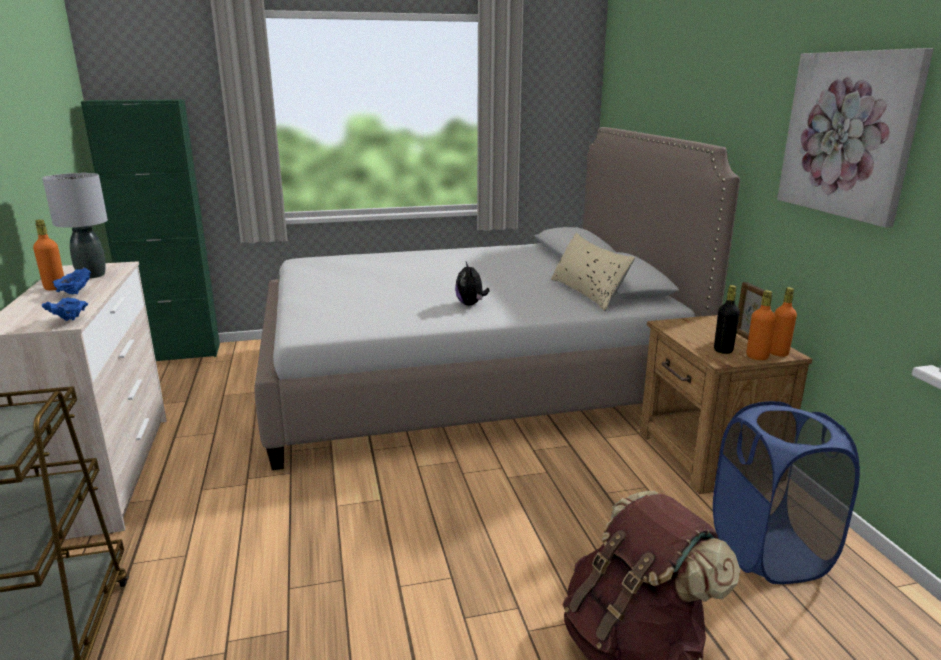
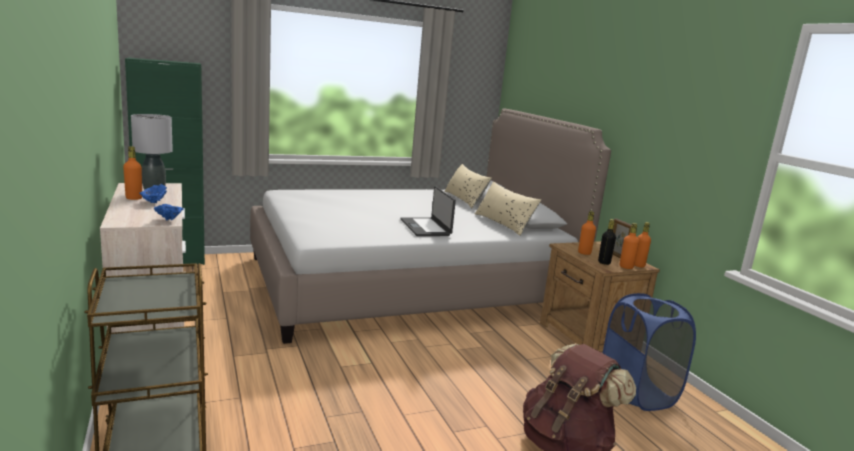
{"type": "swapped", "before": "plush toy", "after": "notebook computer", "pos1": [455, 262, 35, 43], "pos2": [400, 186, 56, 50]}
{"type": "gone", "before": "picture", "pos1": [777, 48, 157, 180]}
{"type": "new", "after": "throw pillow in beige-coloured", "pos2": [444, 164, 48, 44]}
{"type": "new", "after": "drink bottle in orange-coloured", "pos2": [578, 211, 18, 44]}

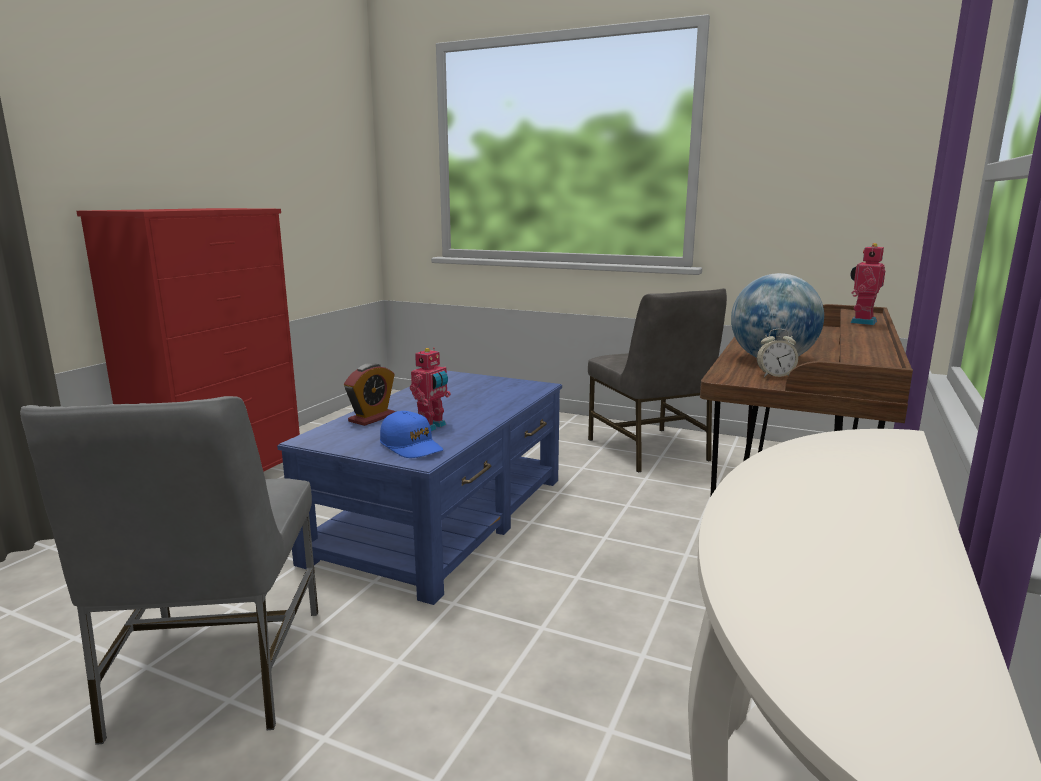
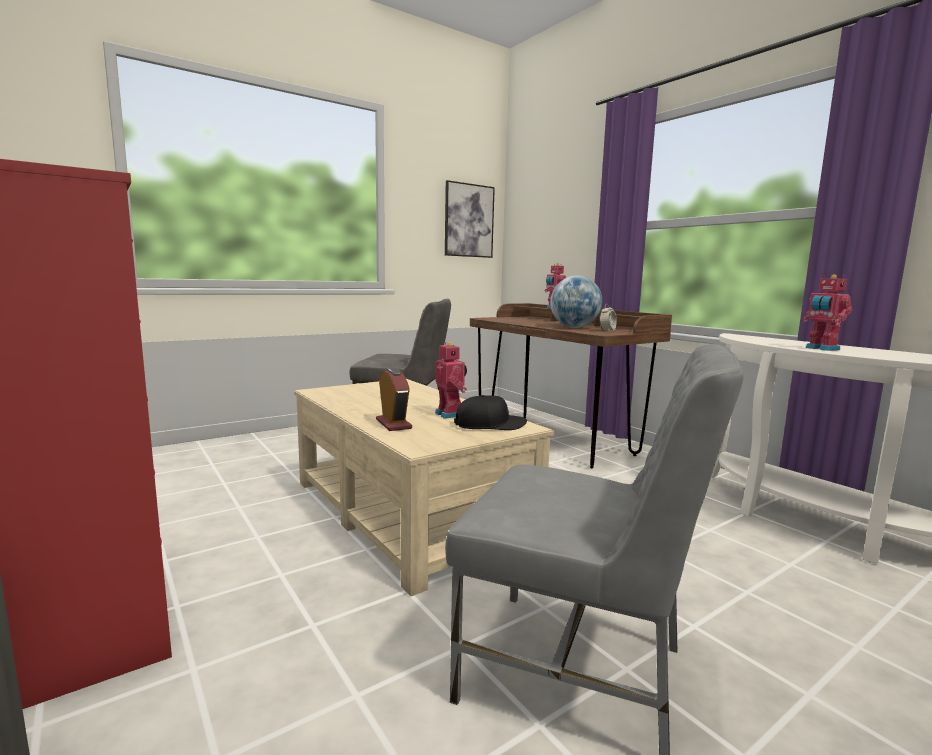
{"type": "repainted", "before": "lounge table in blue", "after": "lounge table in beige-coloured", "pos1": [277, 371, 285, 234], "pos2": [294, 379, 260, 218]}
{"type": "repainted", "before": "cap in blue", "after": "cap in blackish", "pos1": [380, 411, 63, 47], "pos2": [454, 395, 73, 35]}
{"type": "new", "after": "picture", "pos2": [445, 180, 50, 78]}
{"type": "new", "after": "toy robot", "pos2": [803, 274, 49, 77]}

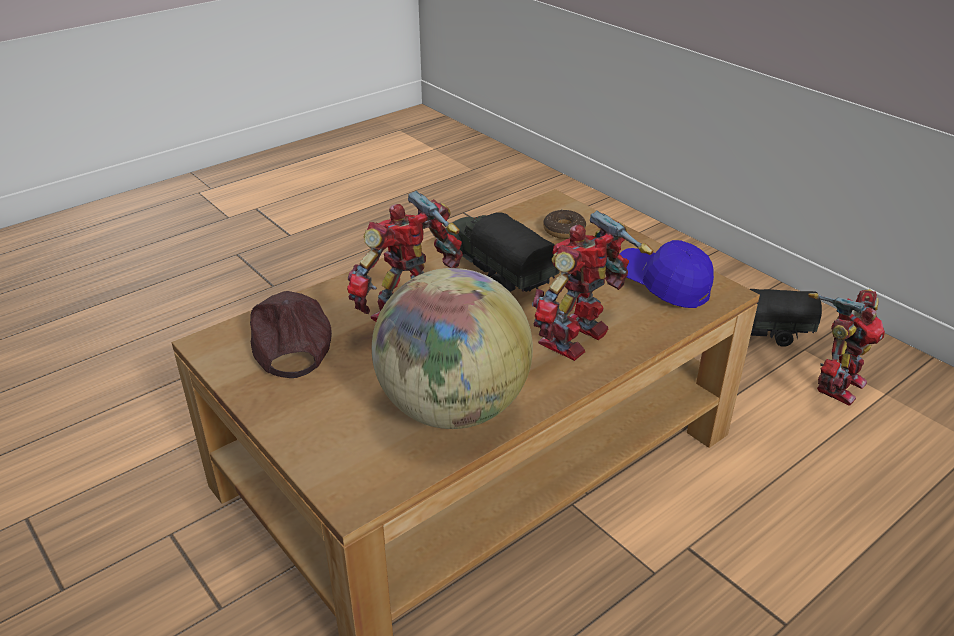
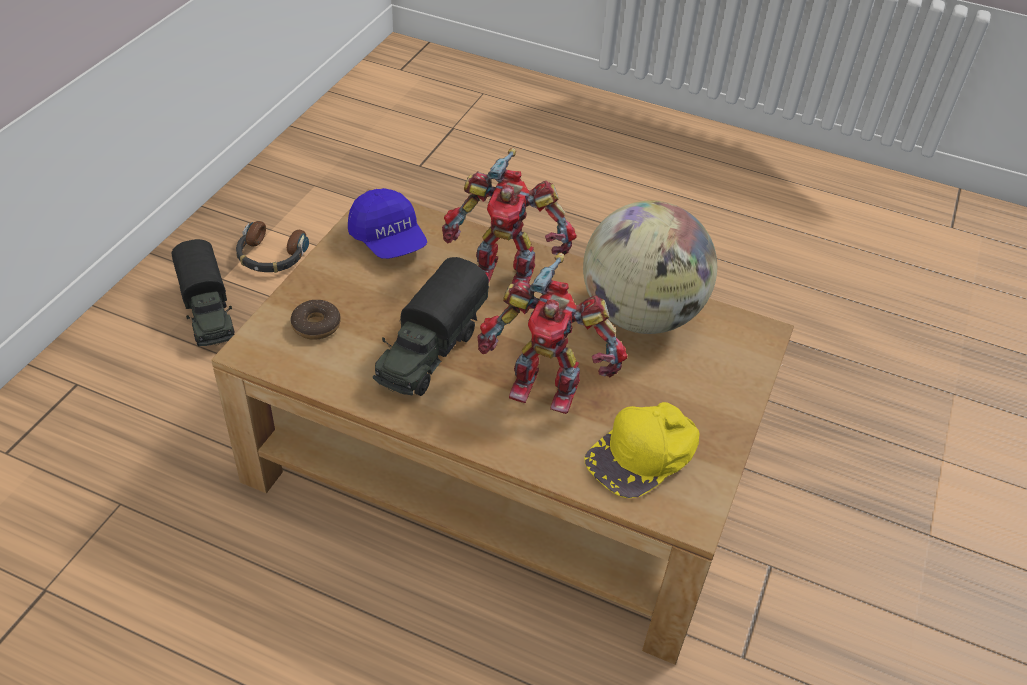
{"type": "repainted", "before": "cap in brown-coloured", "after": "cap in yellow-coloured", "pos1": [250, 291, 82, 87], "pos2": [584, 402, 115, 96]}
{"type": "rotated", "before": "cap in blue", "pos1": [620, 240, 94, 68], "pos2": [348, 188, 79, 71], "turn": -45}
{"type": "swapped", "before": "toy robot", "after": "headset", "pos1": [808, 289, 77, 117], "pos2": [236, 221, 73, 52]}

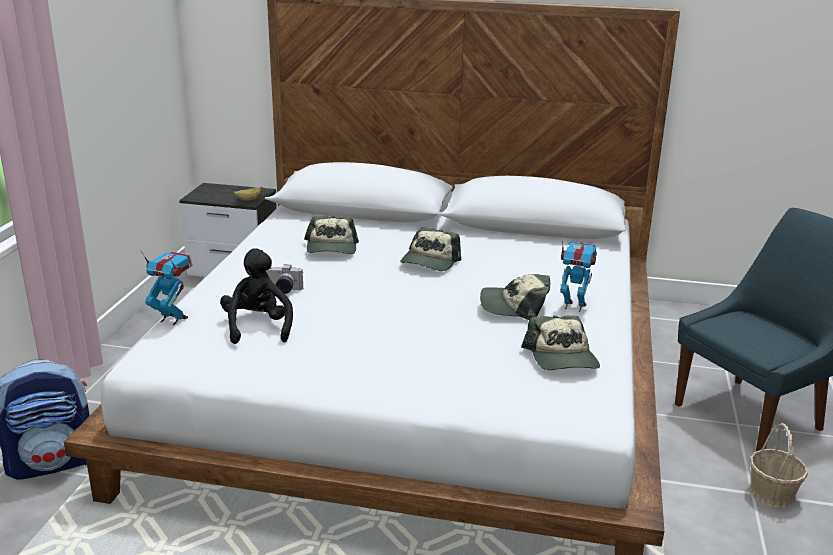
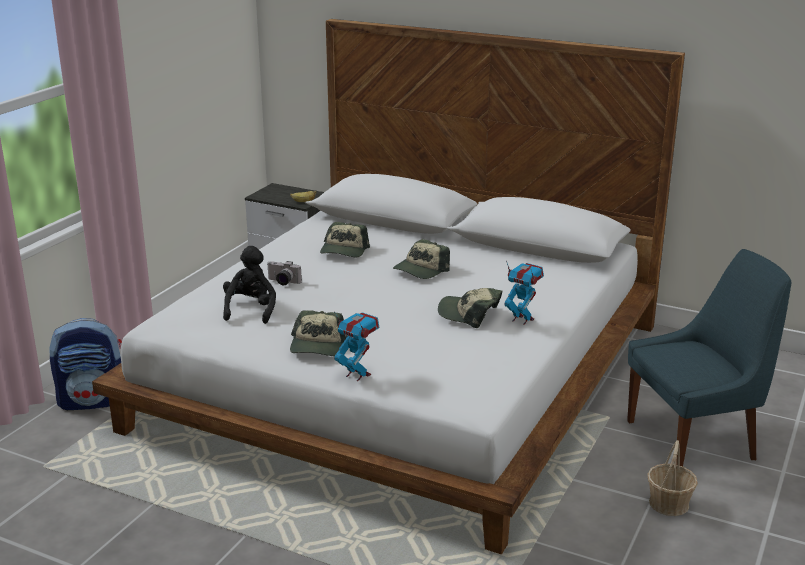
{"type": "shifted", "before": "toy robot", "pos1": [141, 251, 52, 74], "pos2": [334, 311, 45, 70]}
{"type": "shifted", "before": "cap", "pos1": [521, 315, 79, 55], "pos2": [290, 310, 58, 46]}

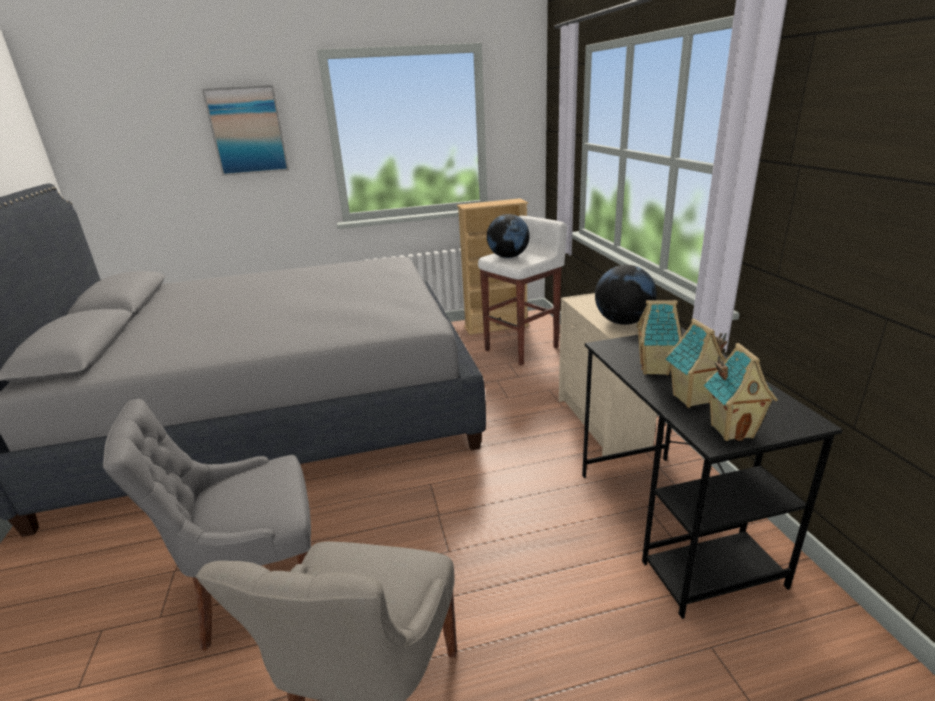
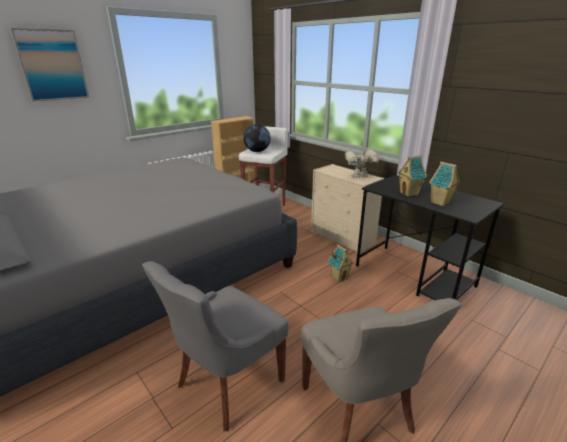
{"type": "swapped", "before": "world globe", "after": "toy robot", "pos1": [595, 265, 62, 60], "pos2": [345, 148, 36, 30]}
{"type": "shifted", "before": "model house", "pos1": [704, 343, 74, 98], "pos2": [328, 244, 26, 38]}

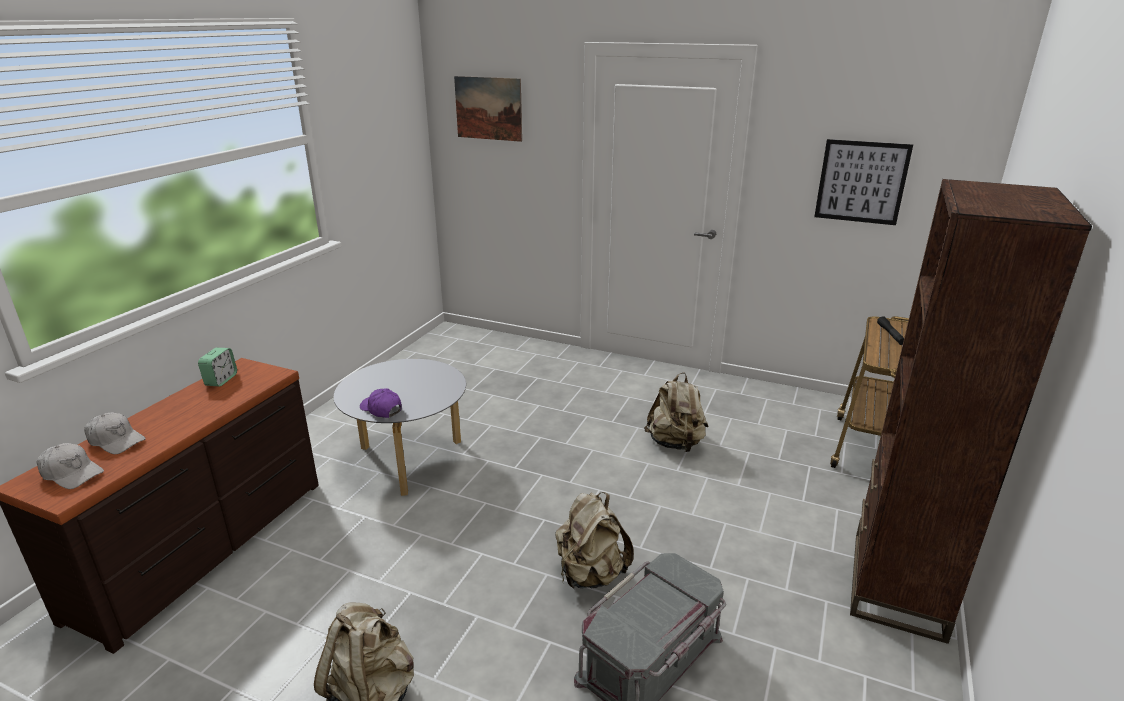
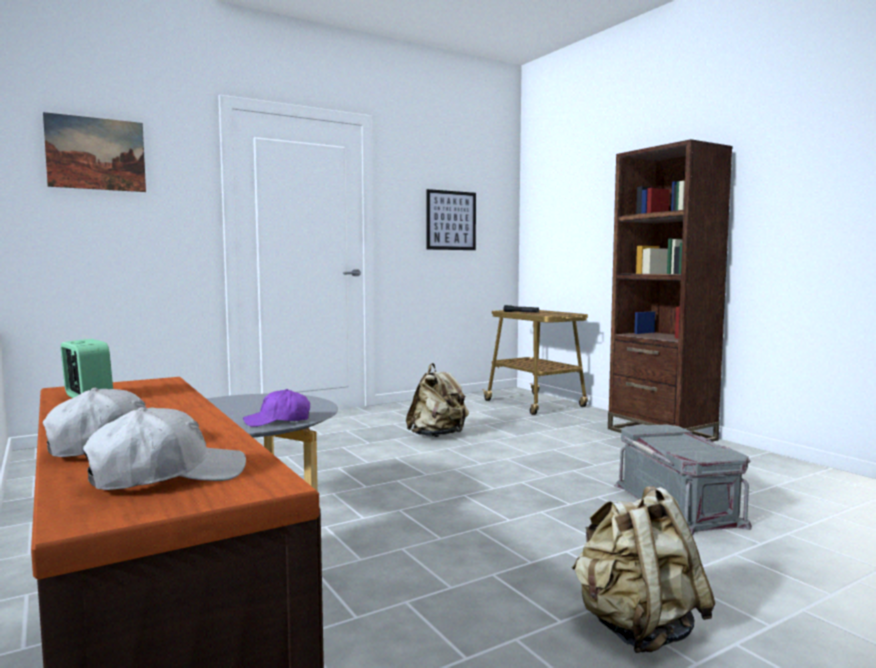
{"type": "gone", "before": "knapsack in beige-coloured", "pos1": [555, 492, 79, 97]}

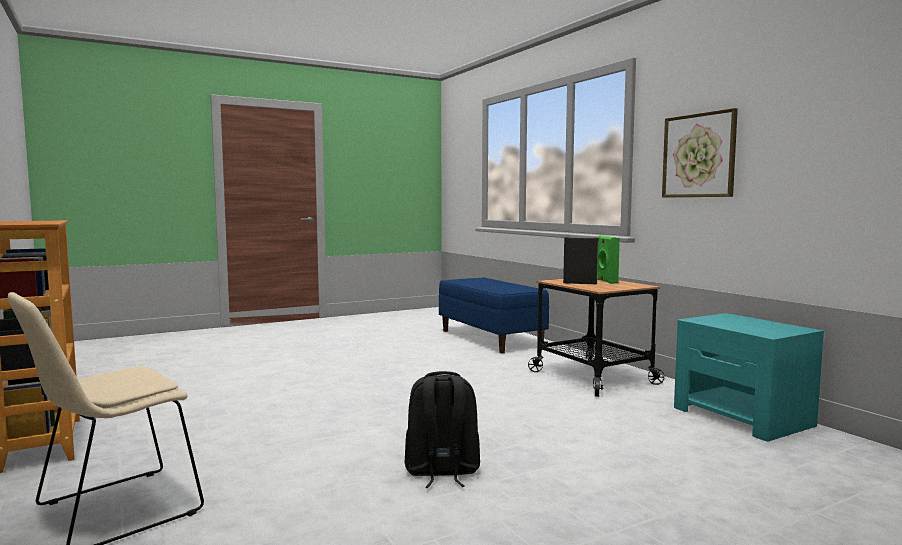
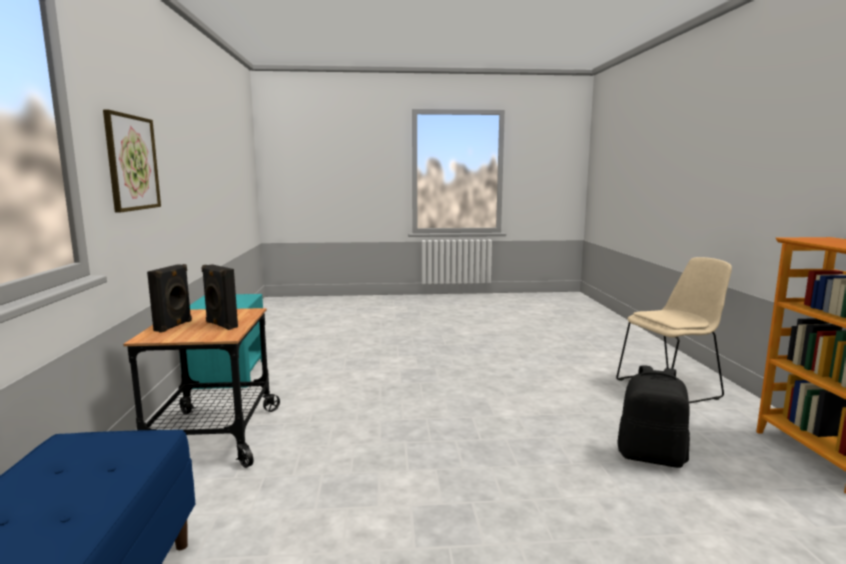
{"type": "shifted", "before": "knapsack in blackish", "pos1": [405, 371, 75, 117], "pos2": [617, 365, 73, 103]}
{"type": "repainted", "before": "speaker in green-coloured", "after": "speaker in blackish", "pos1": [597, 236, 23, 48], "pos2": [147, 264, 45, 69]}

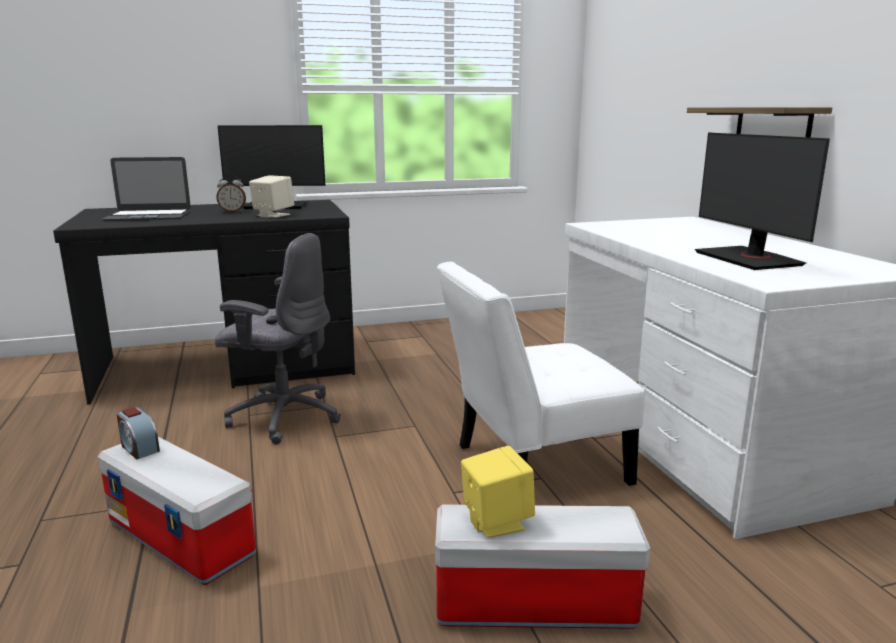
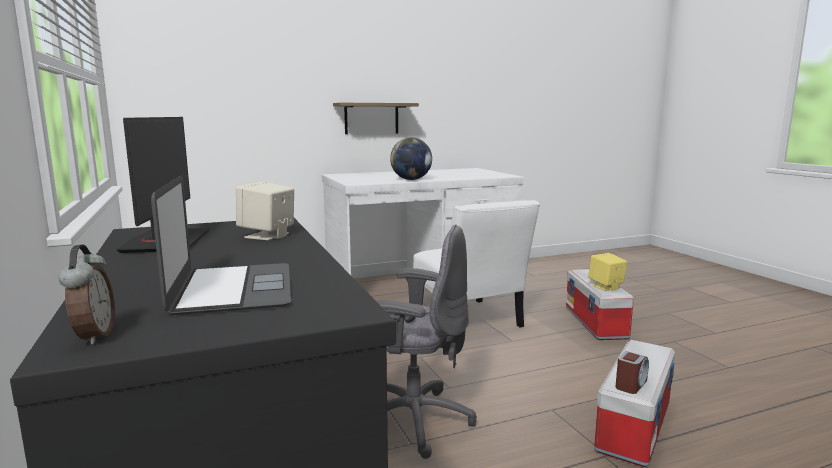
{"type": "rotated", "before": "office chair in gray", "pos1": [215, 233, 126, 211], "pos2": [376, 224, 101, 235], "turn": 90}
{"type": "shifted", "before": "bedside clock", "pos1": [216, 175, 30, 37], "pos2": [59, 244, 56, 101]}
{"type": "gone", "before": "computer display", "pos1": [695, 133, 135, 137]}
{"type": "new", "after": "world globe", "pos2": [390, 137, 42, 43]}

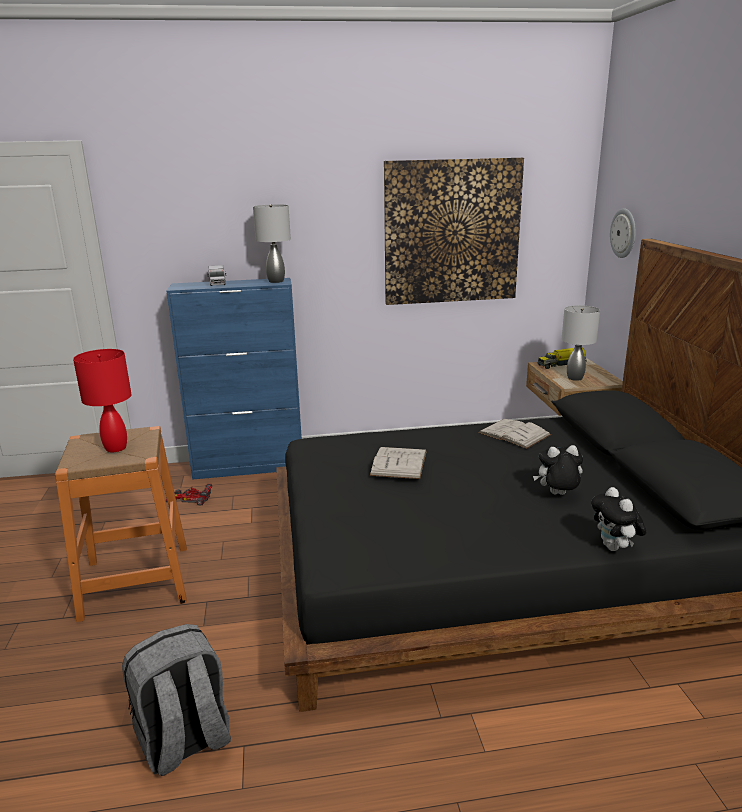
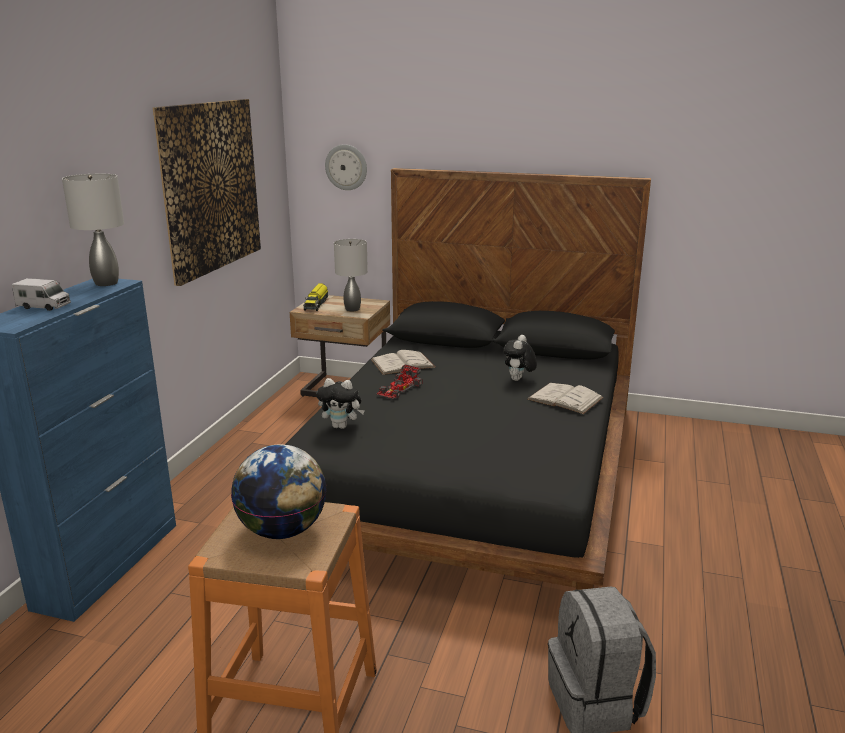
{"type": "swapped", "before": "table lamp in reddish", "after": "world globe", "pos1": [73, 349, 59, 103], "pos2": [231, 444, 96, 95]}
{"type": "shifted", "before": "toy car", "pos1": [166, 484, 46, 21], "pos2": [376, 364, 46, 35]}
{"type": "shifted", "before": "book in white", "pos1": [370, 447, 57, 32], "pos2": [527, 383, 77, 31]}
{"type": "shifted", "before": "plush toy", "pos1": [591, 487, 56, 64], "pos2": [316, 378, 49, 51]}

